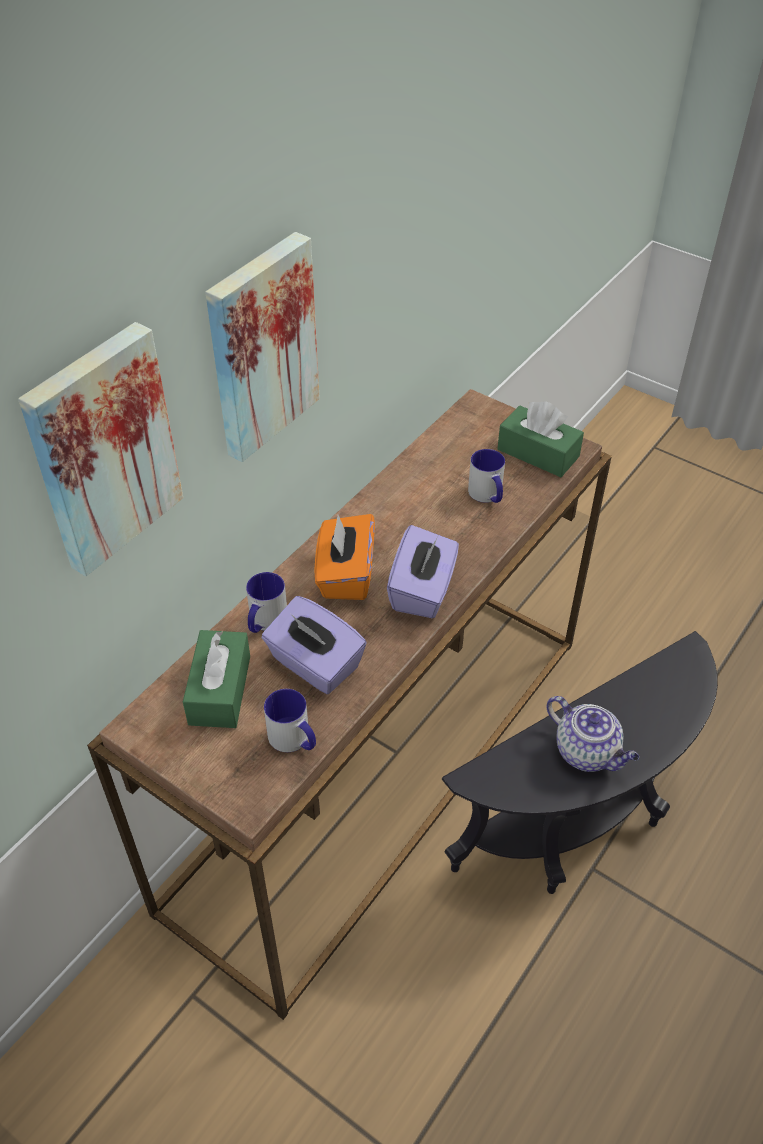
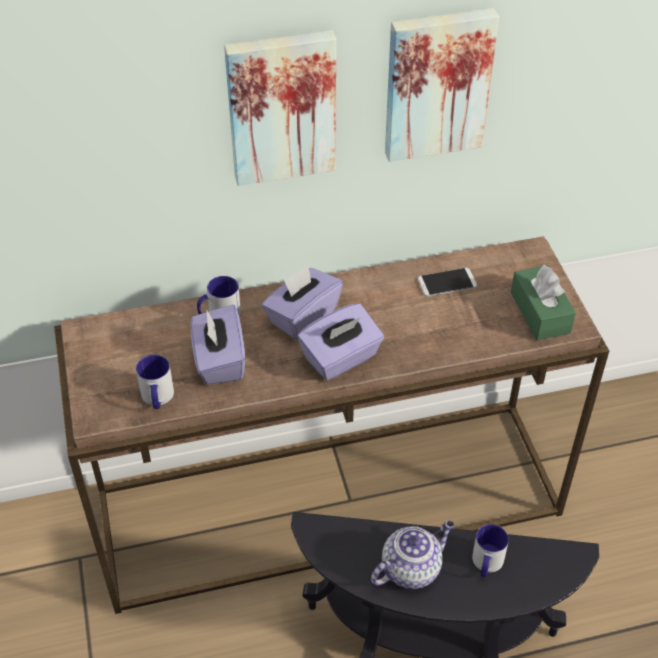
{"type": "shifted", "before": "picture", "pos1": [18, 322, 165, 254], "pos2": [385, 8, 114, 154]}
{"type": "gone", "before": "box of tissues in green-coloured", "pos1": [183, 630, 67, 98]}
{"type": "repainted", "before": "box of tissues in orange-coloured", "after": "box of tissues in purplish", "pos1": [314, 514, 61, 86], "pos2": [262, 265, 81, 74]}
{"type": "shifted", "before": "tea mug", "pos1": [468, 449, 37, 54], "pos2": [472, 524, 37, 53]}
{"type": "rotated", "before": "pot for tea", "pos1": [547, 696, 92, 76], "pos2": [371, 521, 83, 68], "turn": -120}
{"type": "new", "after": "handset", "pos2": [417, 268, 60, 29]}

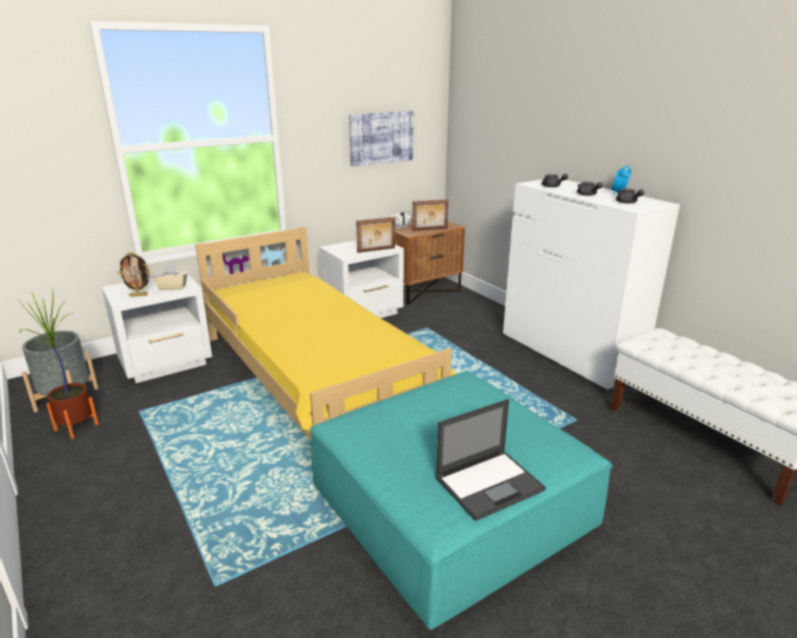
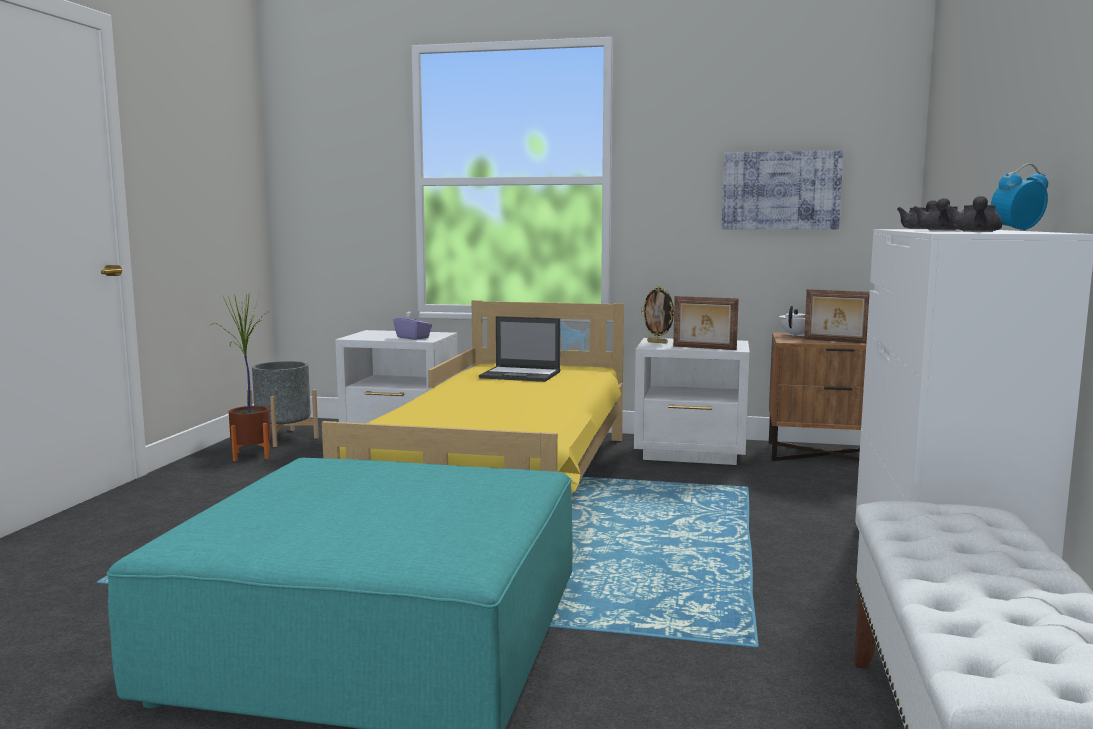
{"type": "shifted", "before": "standing frame", "pos1": [118, 252, 33, 45], "pos2": [641, 286, 33, 58]}
{"type": "repainted", "before": "box of tissues in beige-coloured", "after": "box of tissues in purplish", "pos1": [154, 265, 33, 25], "pos2": [393, 310, 39, 30]}
{"type": "shifted", "before": "notebook computer", "pos1": [436, 399, 110, 122], "pos2": [479, 316, 81, 66]}

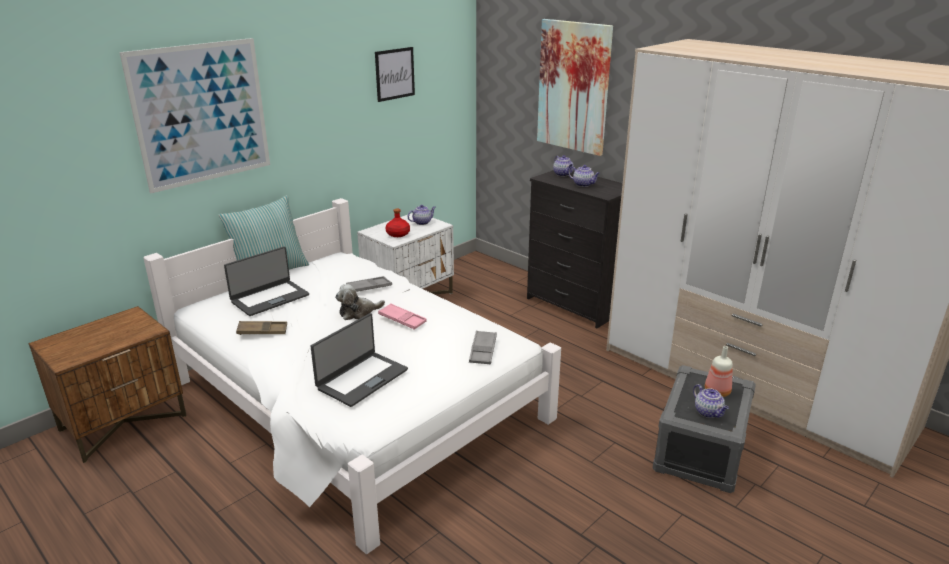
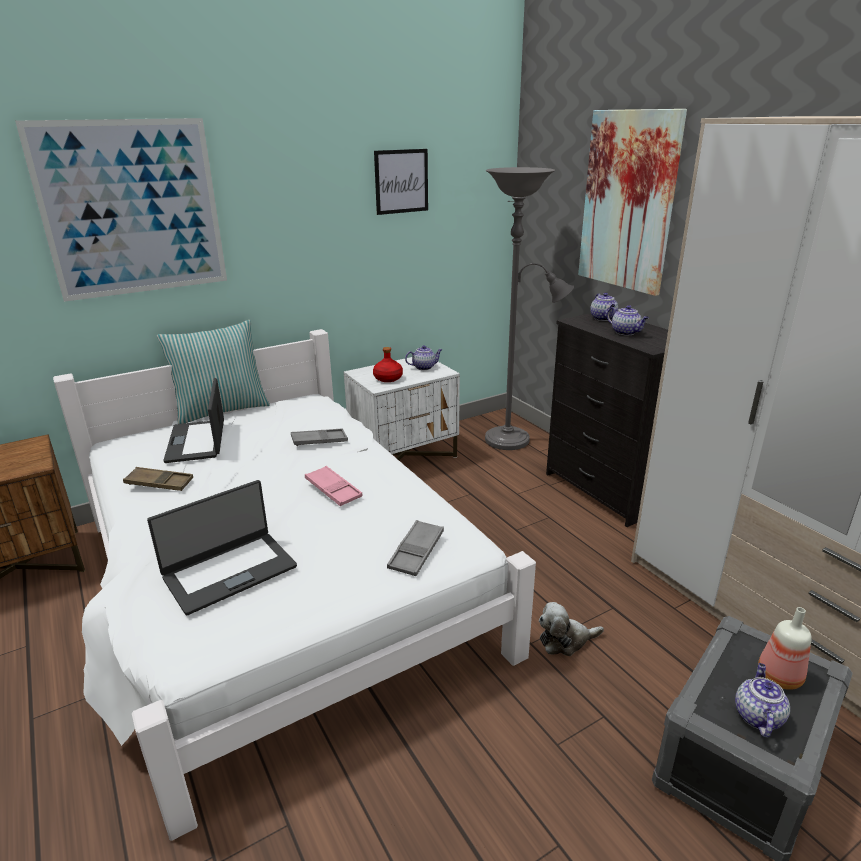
{"type": "rotated", "before": "notebook computer", "pos1": [224, 246, 85, 70], "pos2": [163, 378, 61, 85], "turn": 105}
{"type": "shifted", "before": "plush toy", "pos1": [335, 284, 50, 36], "pos2": [539, 602, 65, 54]}
{"type": "rotated", "before": "pot for tea", "pos1": [693, 384, 36, 34], "pos2": [735, 663, 55, 74], "turn": -150}
{"type": "new", "after": "standard lamp in gray", "pos2": [485, 167, 89, 283]}

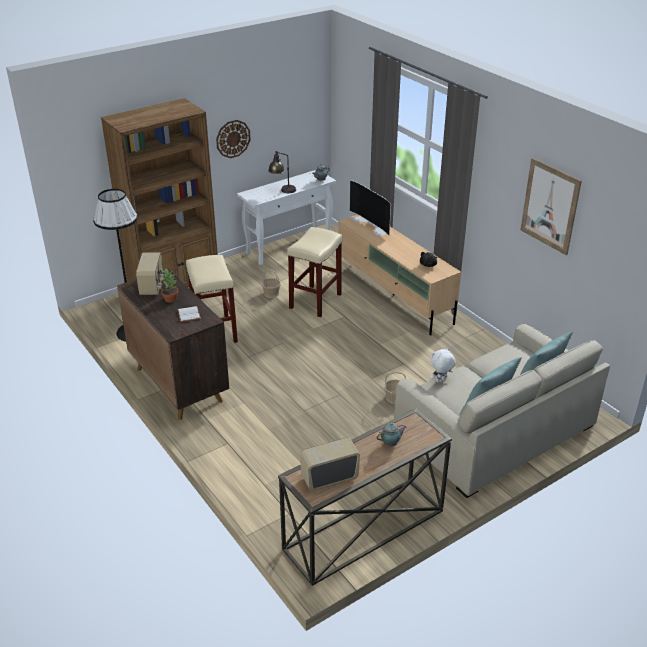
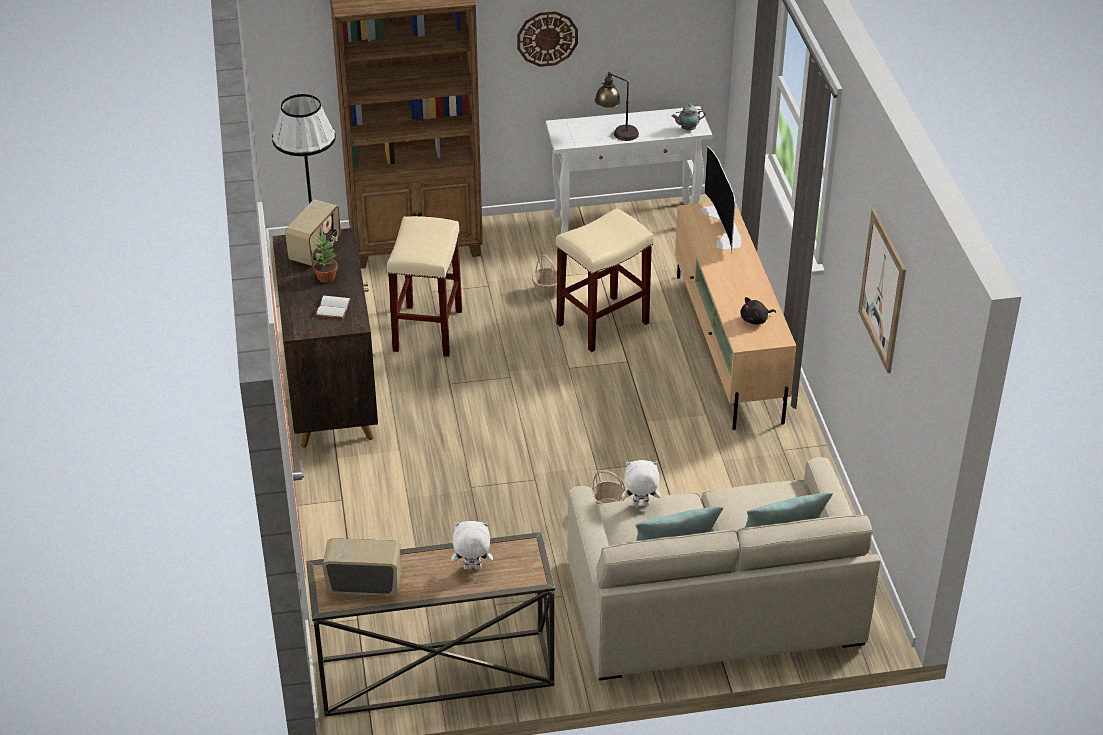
{"type": "swapped", "before": "pot for tea", "after": "plush toy in white", "pos1": [376, 423, 30, 24], "pos2": [451, 521, 42, 48]}

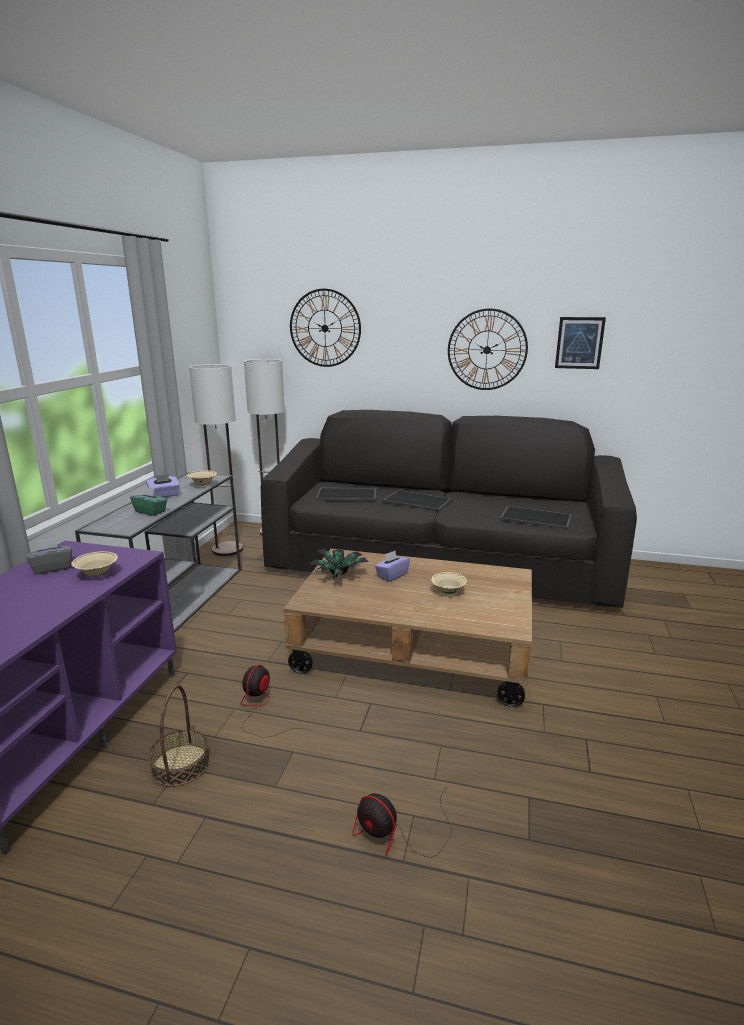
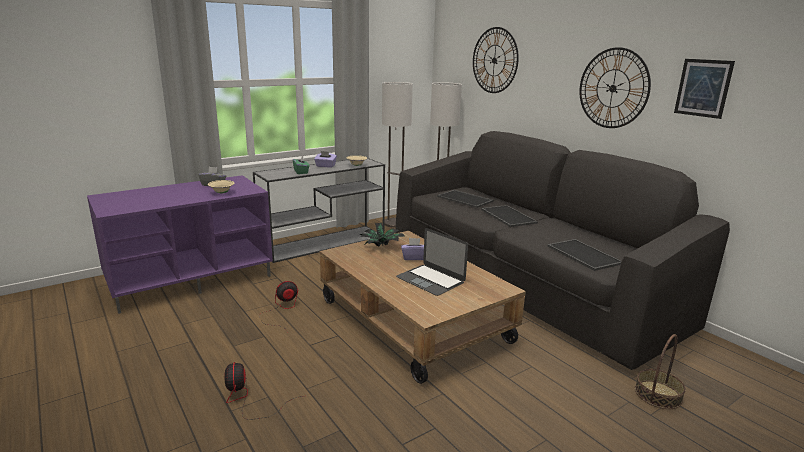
{"type": "shifted", "before": "household basket", "pos1": [148, 685, 62, 102], "pos2": [635, 334, 51, 75]}
{"type": "swapped", "before": "serving bowl in beige-coloured", "after": "notebook computer", "pos1": [431, 572, 36, 22], "pos2": [396, 228, 72, 68]}

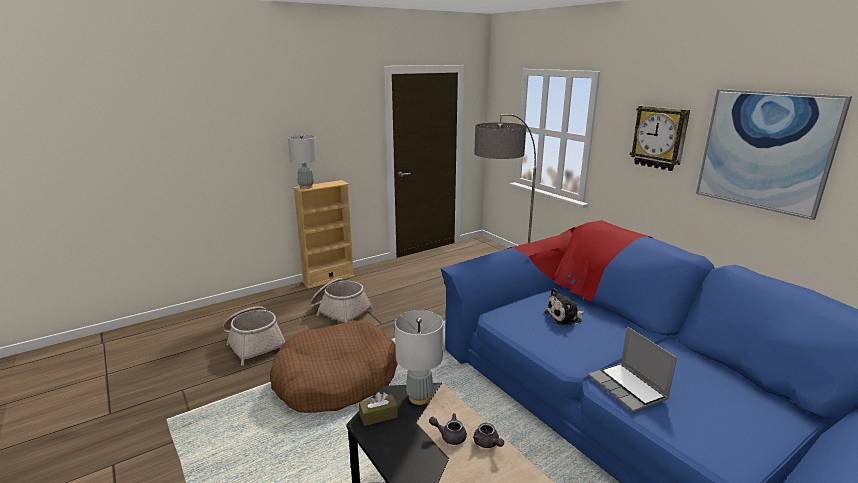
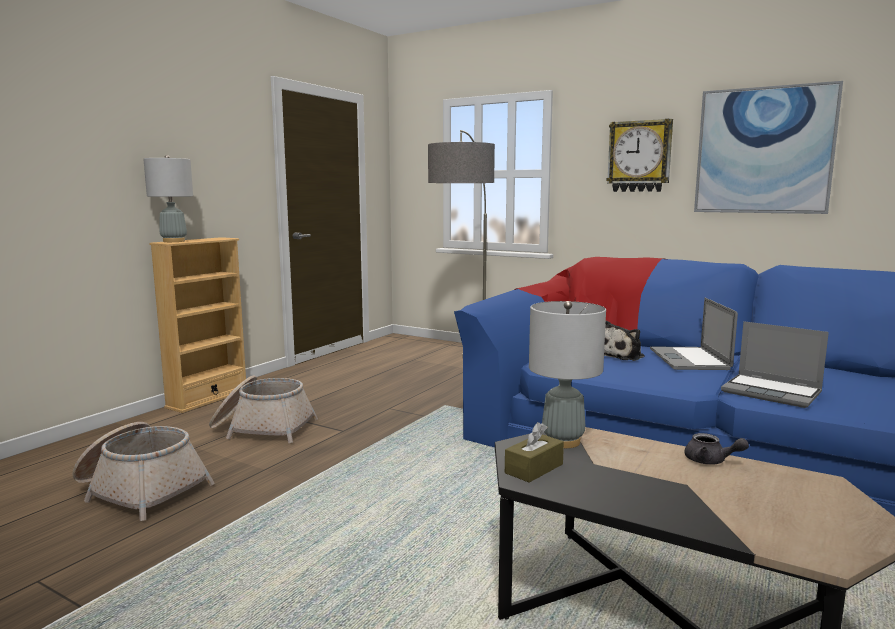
{"type": "gone", "before": "dog bed in brown-coloured", "pos1": [270, 321, 128, 92]}
{"type": "gone", "before": "pot for tea in gray", "pos1": [429, 413, 38, 32]}
{"type": "new", "after": "notebook computer", "pos2": [650, 298, 88, 72]}

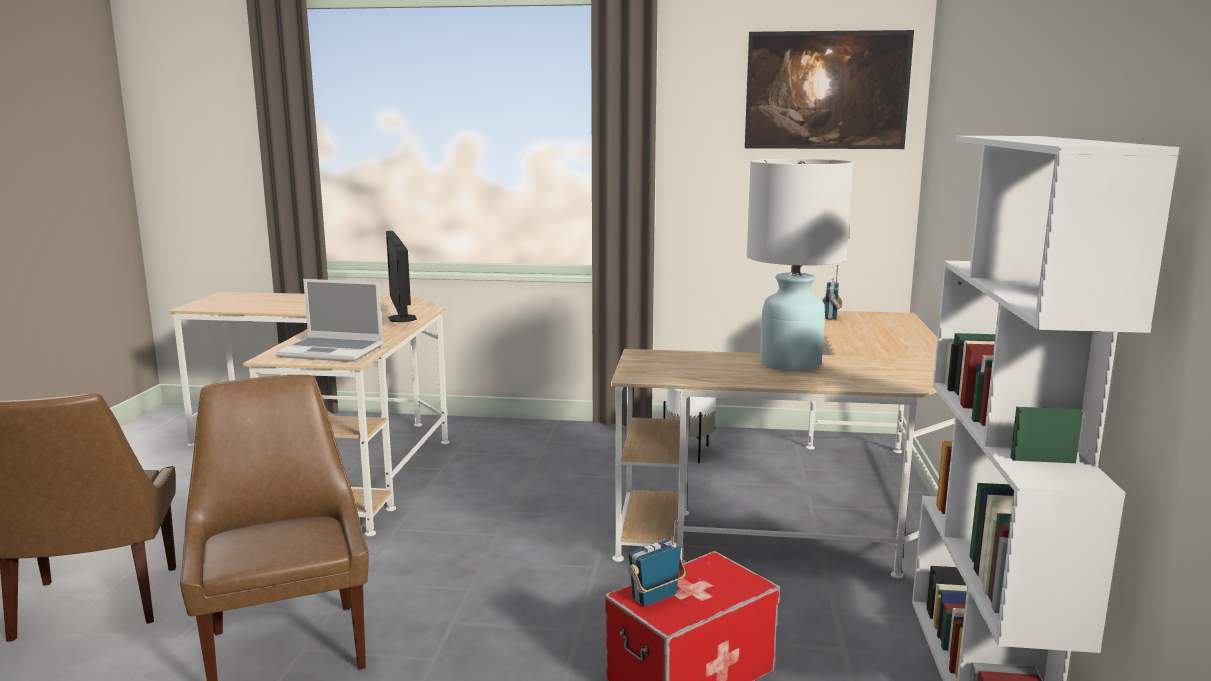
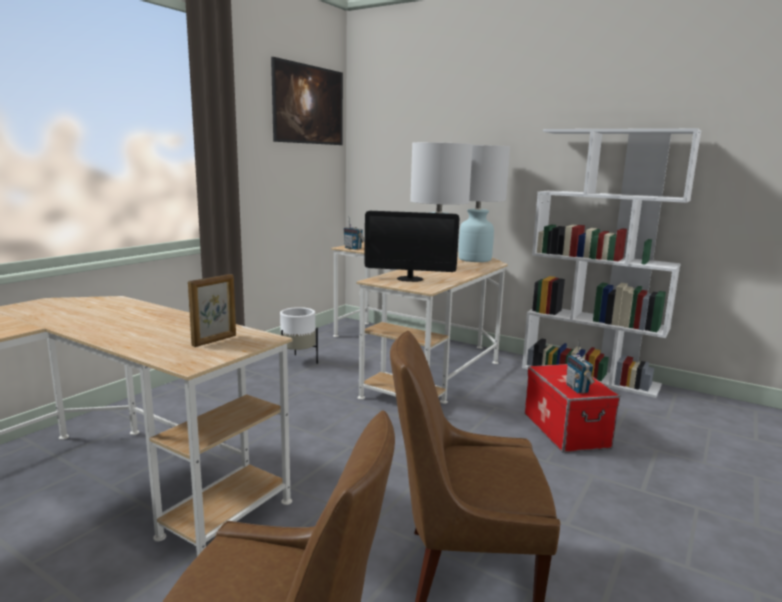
{"type": "swapped", "before": "notebook computer", "after": "standing frame", "pos1": [276, 279, 107, 83], "pos2": [188, 274, 48, 73]}
{"type": "shifted", "before": "computer display", "pos1": [386, 231, 31, 91], "pos2": [364, 211, 95, 71]}
{"type": "new", "after": "table lamp in white", "pos2": [458, 145, 52, 117]}

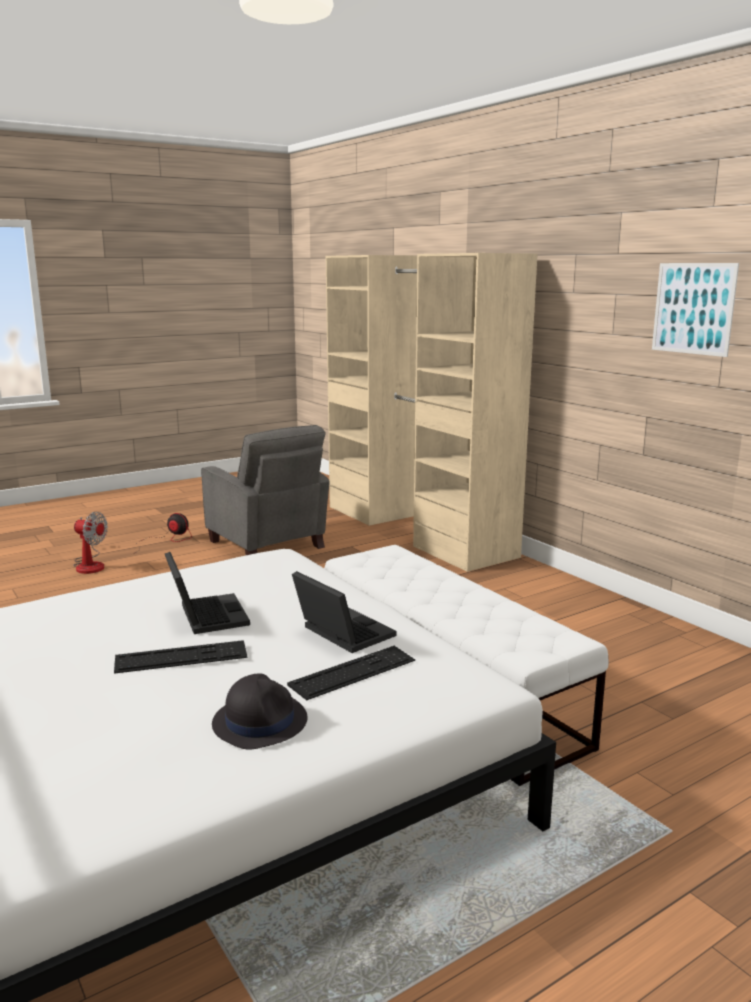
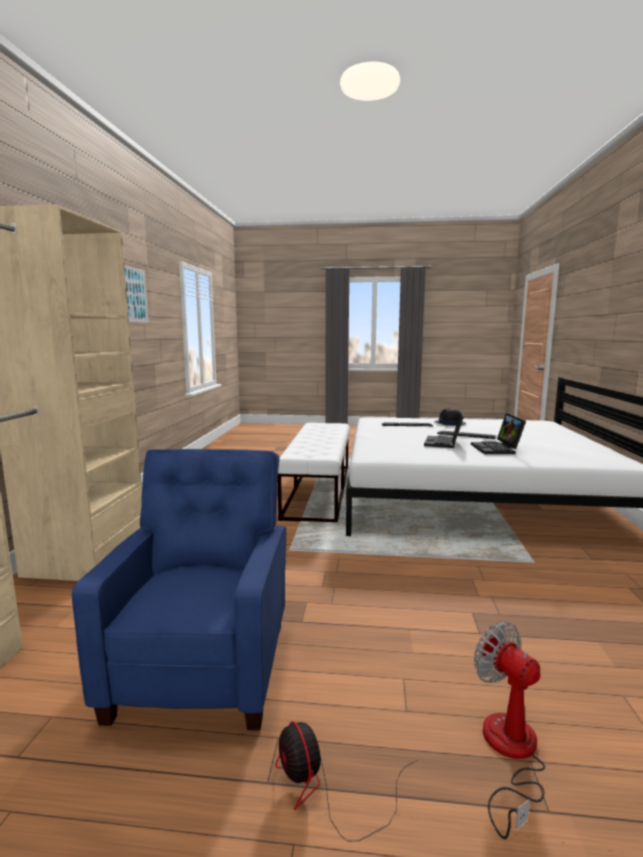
{"type": "repainted", "before": "lounge chair in gray", "after": "lounge chair in blue", "pos1": [201, 425, 128, 130], "pos2": [72, 449, 214, 282]}
{"type": "shifted", "before": "notebook computer", "pos1": [292, 571, 104, 82], "pos2": [471, 413, 55, 41]}

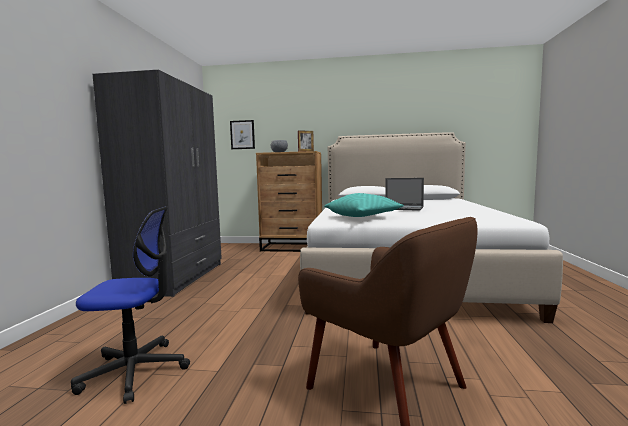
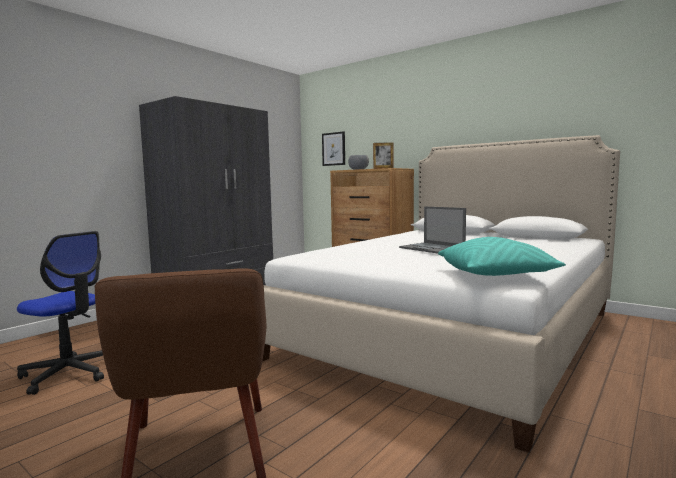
{"type": "shifted", "before": "throw pillow in turquoise", "pos1": [324, 193, 80, 24], "pos2": [438, 237, 128, 39]}

